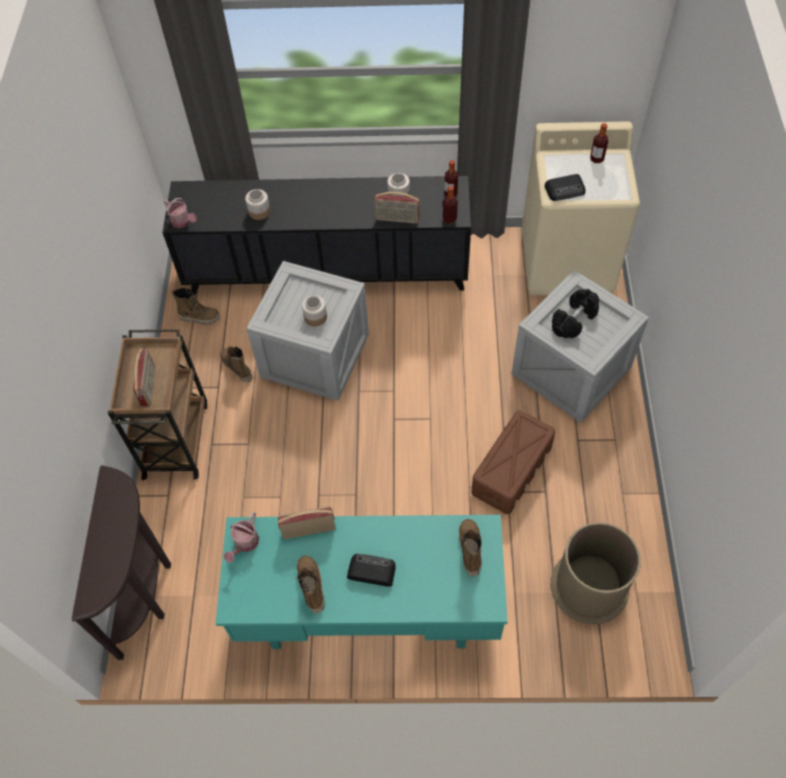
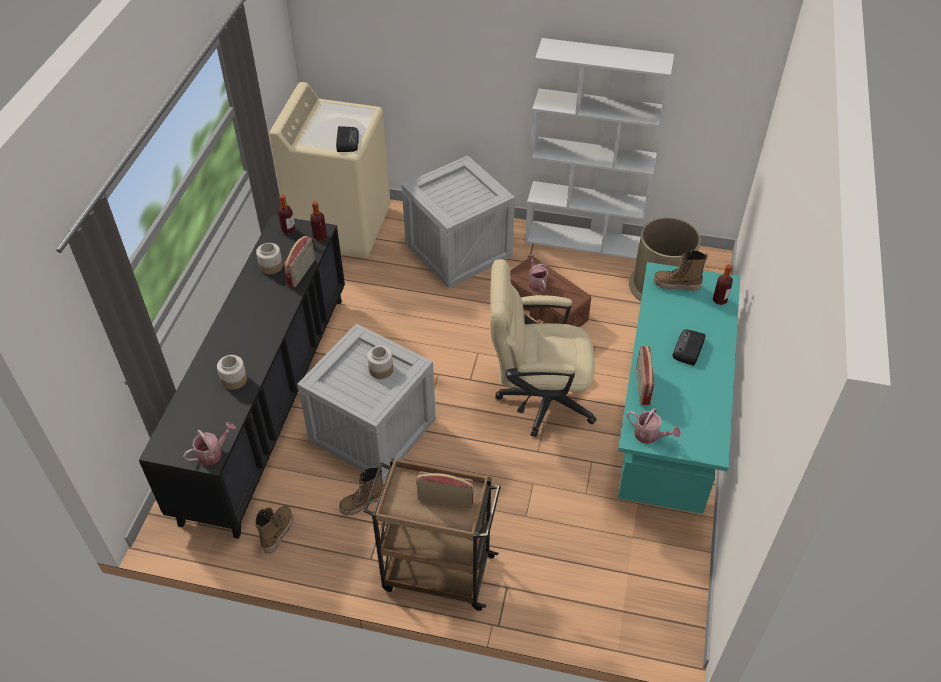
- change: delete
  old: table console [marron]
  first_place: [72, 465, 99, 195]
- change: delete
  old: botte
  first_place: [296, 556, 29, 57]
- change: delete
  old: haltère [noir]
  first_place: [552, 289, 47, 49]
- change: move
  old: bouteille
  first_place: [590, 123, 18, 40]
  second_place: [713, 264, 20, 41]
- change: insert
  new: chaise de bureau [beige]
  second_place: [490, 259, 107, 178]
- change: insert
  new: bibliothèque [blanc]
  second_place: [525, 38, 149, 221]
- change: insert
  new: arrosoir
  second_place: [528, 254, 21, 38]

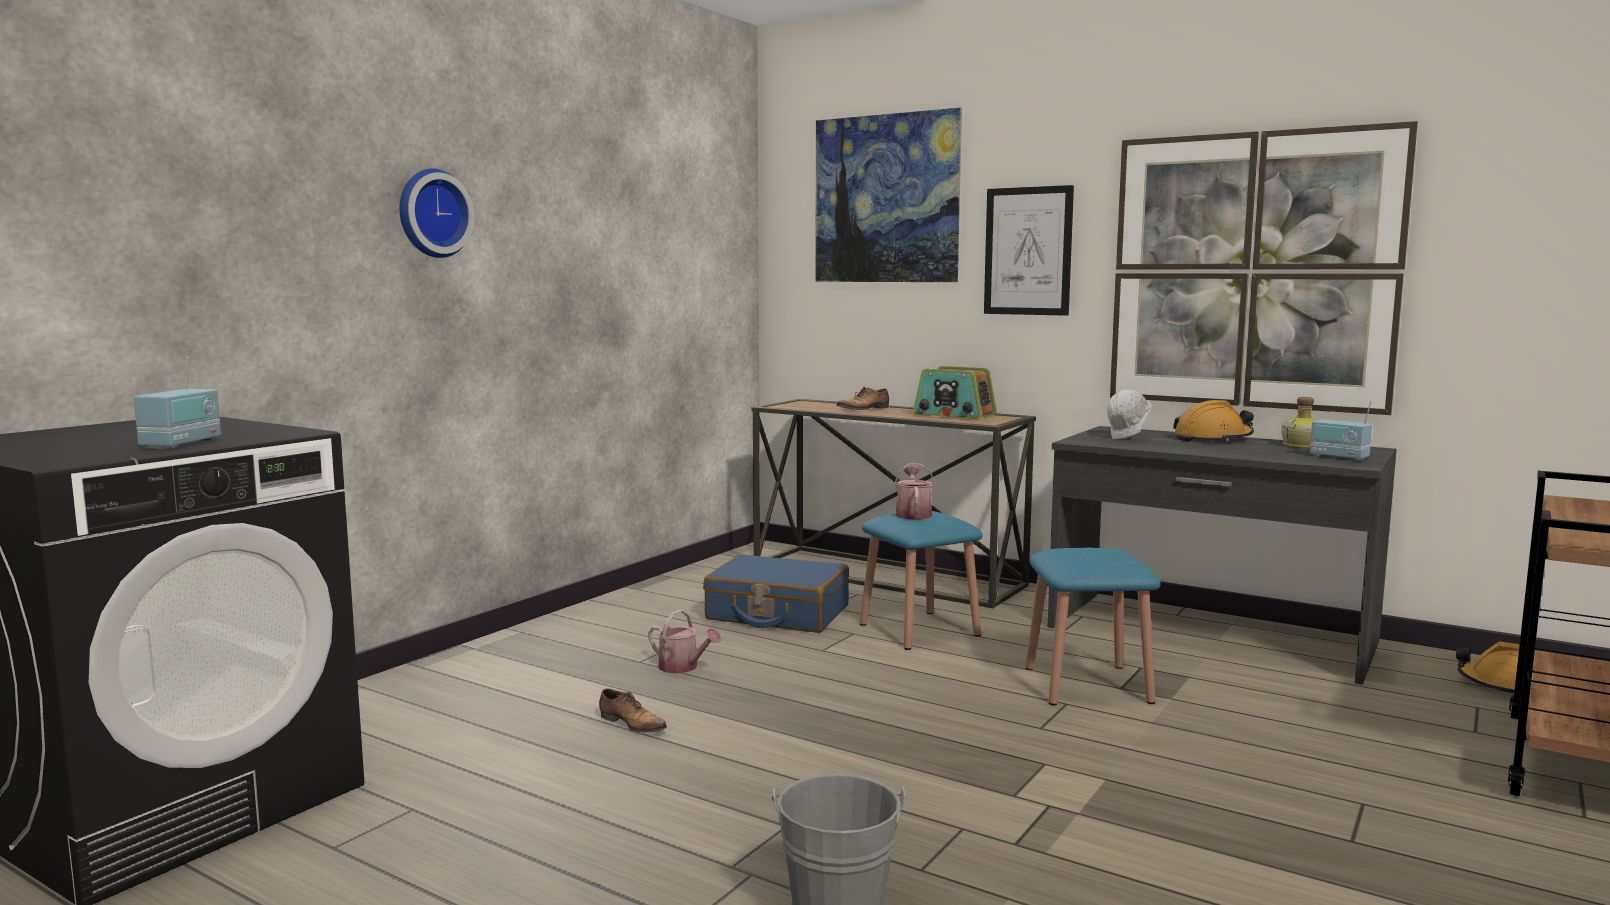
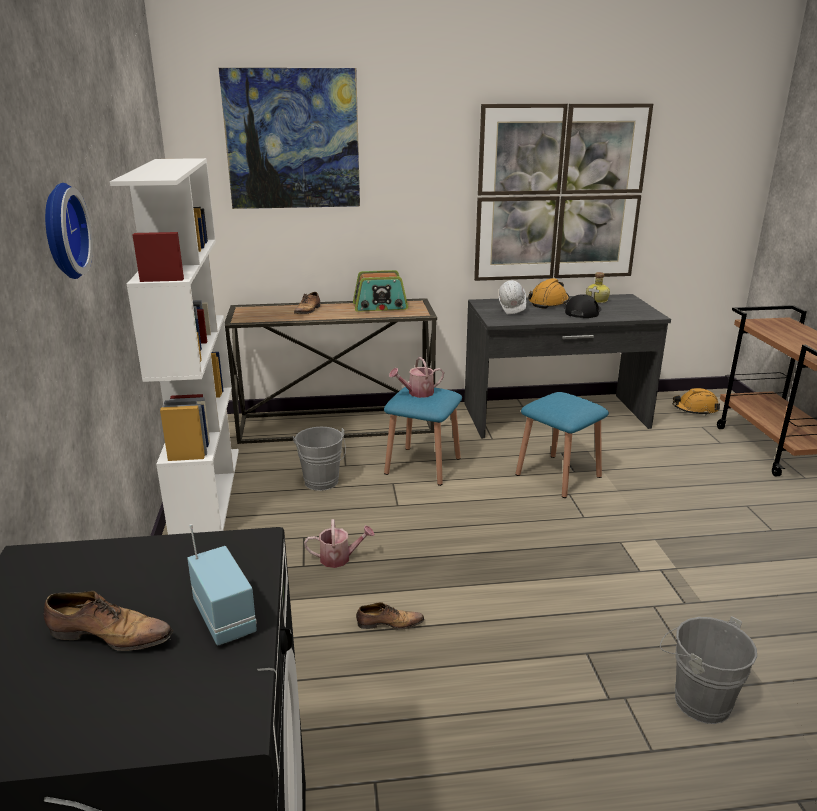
- change: replace
  old: valise [bleu]
  new: seau [gris]
  first_place: [703, 554, 146, 79]
  second_place: [293, 427, 53, 64]
- change: rotate
  old: arrosoir
  first_place: [894, 463, 41, 57]
  second_place: [389, 357, 55, 41]
  degrees: -75
- change: delete
  old: tableau
  first_place: [984, 185, 90, 131]
- change: delete
  old: radio
  first_place: [1310, 401, 62, 60]
- change: insert
  new: chaussure
  second_place: [44, 591, 129, 60]
- change: insert
  new: bibliothèque [blanc]
  second_place: [110, 158, 129, 377]
- change: insert
  new: casquette [noir]
  second_place: [565, 294, 37, 24]

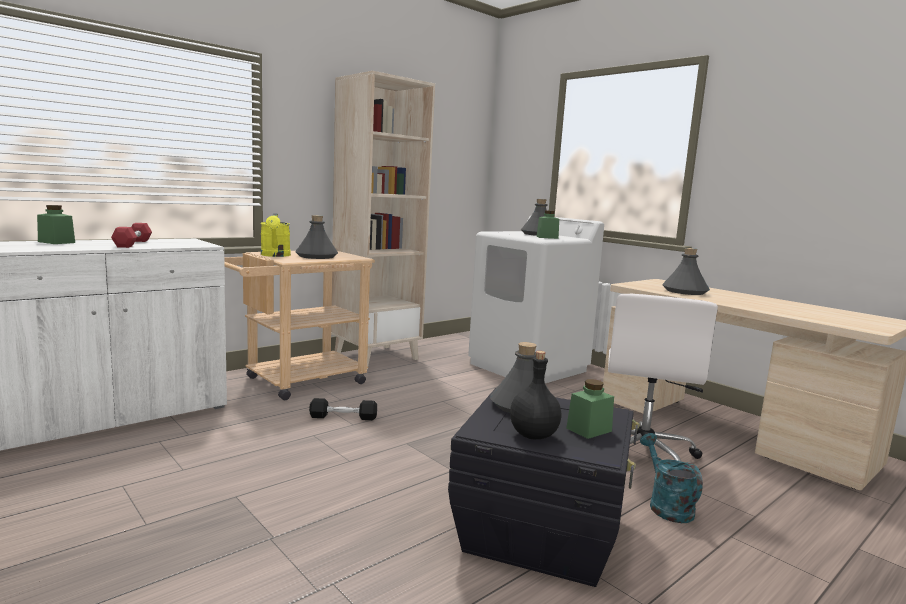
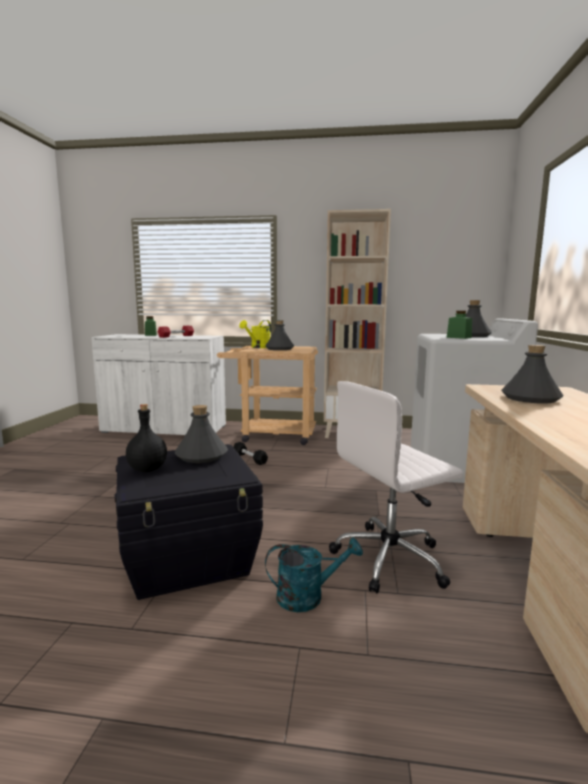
- change: delete
  old: bocal [vert]
  first_place: [566, 379, 48, 60]
- change: rotate
  old: arrosoir [turquoise]
  first_place: [640, 433, 63, 90]
  second_place: [265, 538, 98, 74]
  degrees: 45

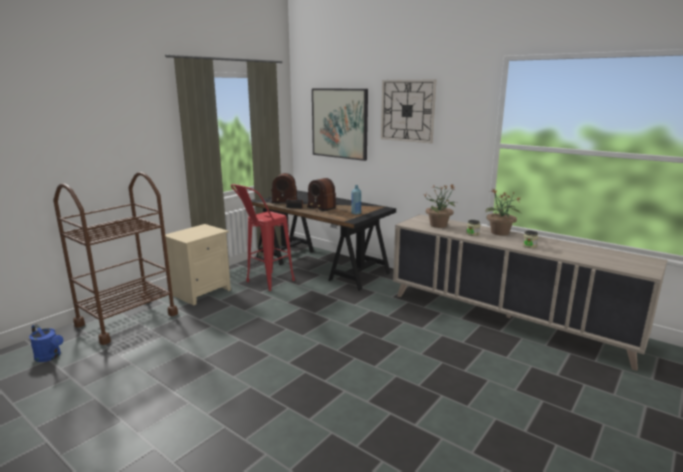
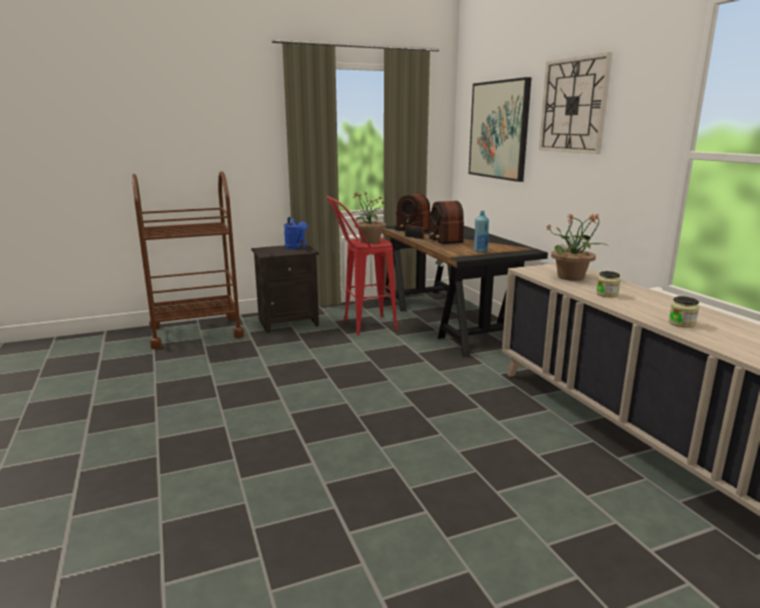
- change: move
  old: arrosoir [bleu]
  first_place: [29, 324, 34, 38]
  second_place: [284, 217, 24, 32]
- change: recolor
  old: table de chevet [beige]
  new: table de chevet [noir]
  first_place: [165, 224, 66, 82]
  second_place: [251, 244, 68, 89]
- change: move
  old: plante en pot
  first_place: [485, 188, 37, 48]
  second_place: [351, 192, 35, 52]

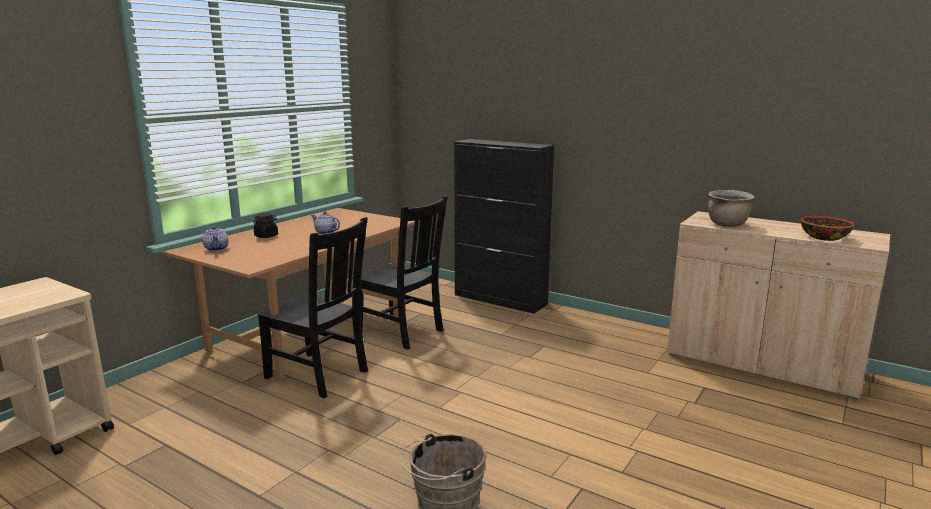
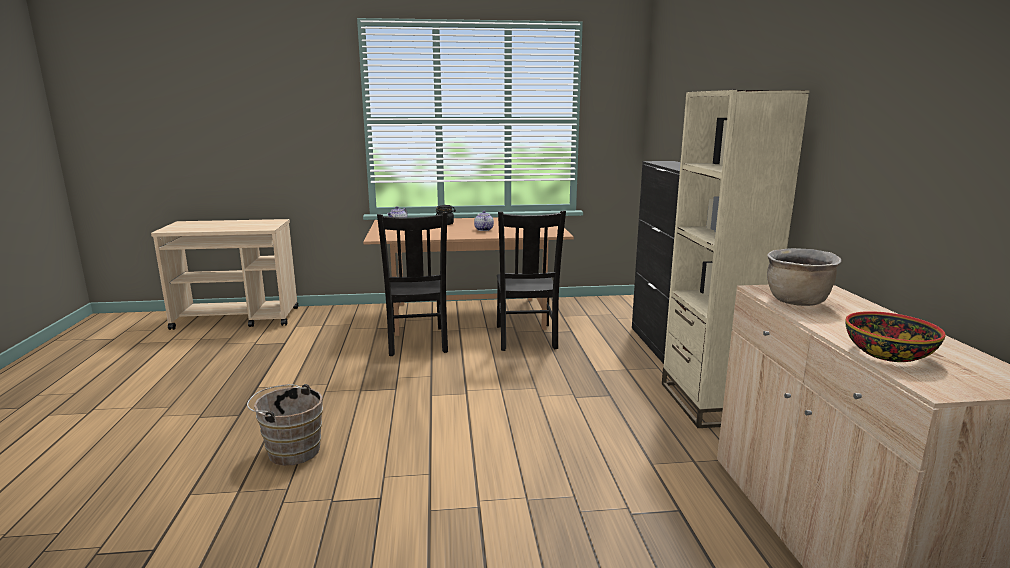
- change: insert
  new: bibliothèque [beige]
  second_place: [662, 90, 148, 338]

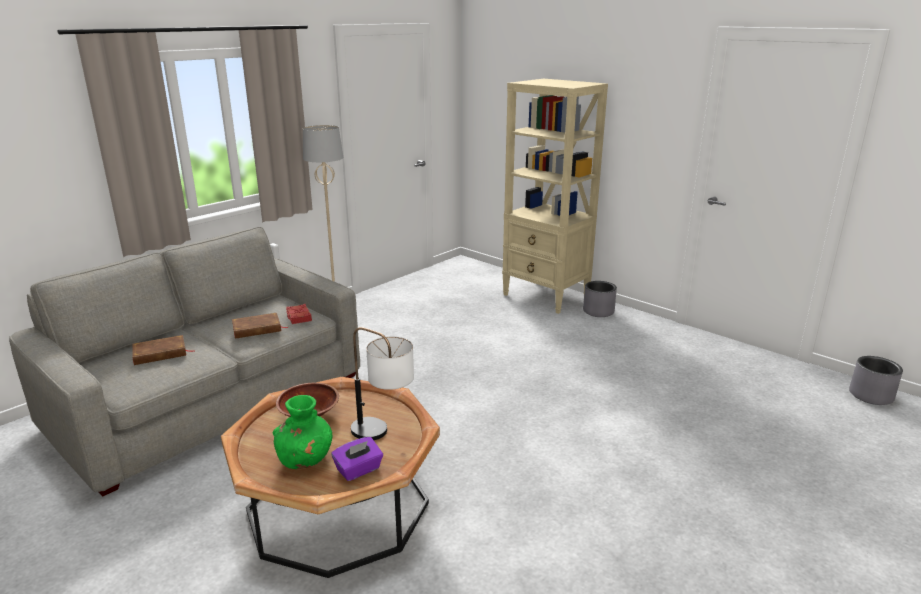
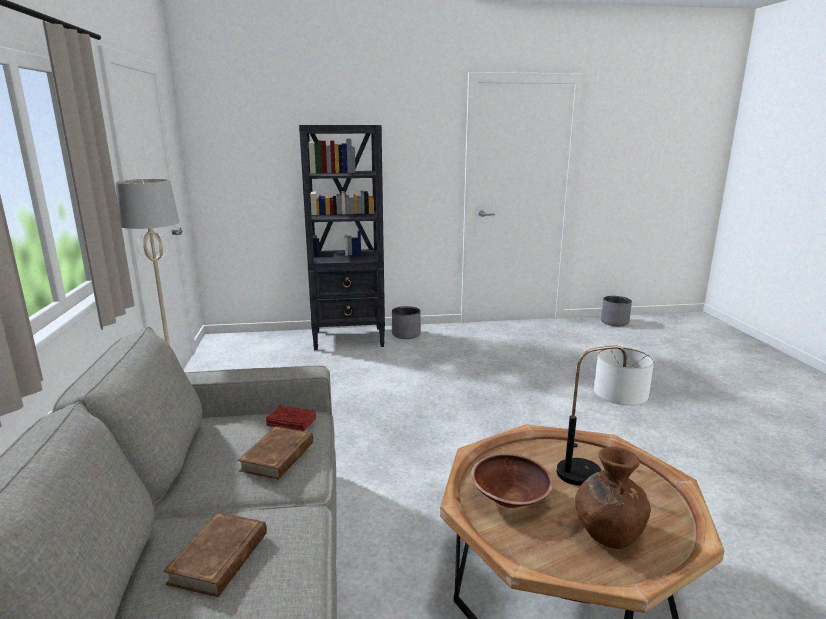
- change: recolor
  old: vase [vert]
  new: vase [marron]
  first_place: [273, 395, 60, 74]
  second_place: [575, 447, 76, 102]
- change: delete
  old: boîte à mouchoirs [violet]
  first_place: [331, 437, 52, 44]
- change: recolor
  old: bibliothèque [beige]
  new: bibliothèque [noir]
  first_place: [502, 79, 106, 235]
  second_place: [299, 125, 86, 225]

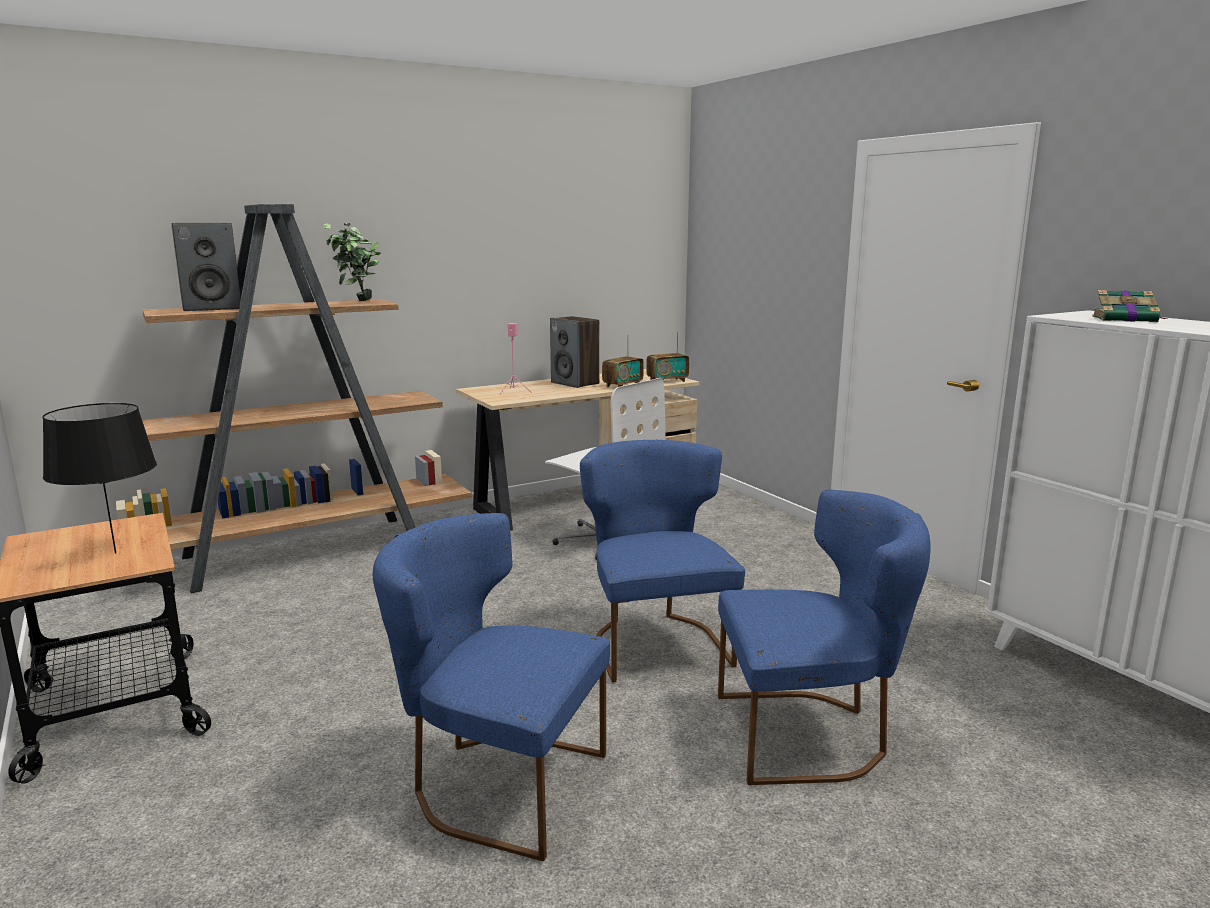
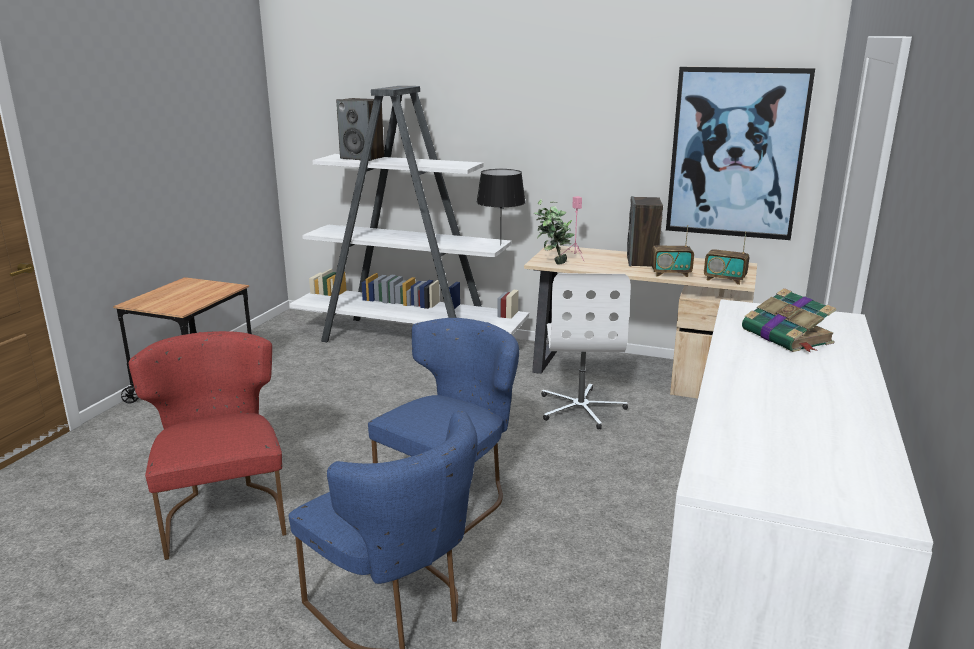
- change: move
  old: lampe de table [noir]
  first_place: [42, 403, 115, 151]
  second_place: [476, 169, 50, 77]
- change: recolor
  old: bibliothèque [marron]
  new: bibliothèque [blanc]
  first_place: [116, 204, 356, 389]
  second_place: [289, 86, 240, 256]
- change: move
  old: plante en pot
  first_place: [323, 223, 58, 78]
  second_place: [534, 199, 41, 66]
- change: recolor
  old: chaise [bleu]
  new: chaise [rouge]
  first_place: [373, 513, 237, 348]
  second_place: [129, 331, 158, 229]
- change: insert
  new: tableau
  second_place: [666, 67, 149, 173]

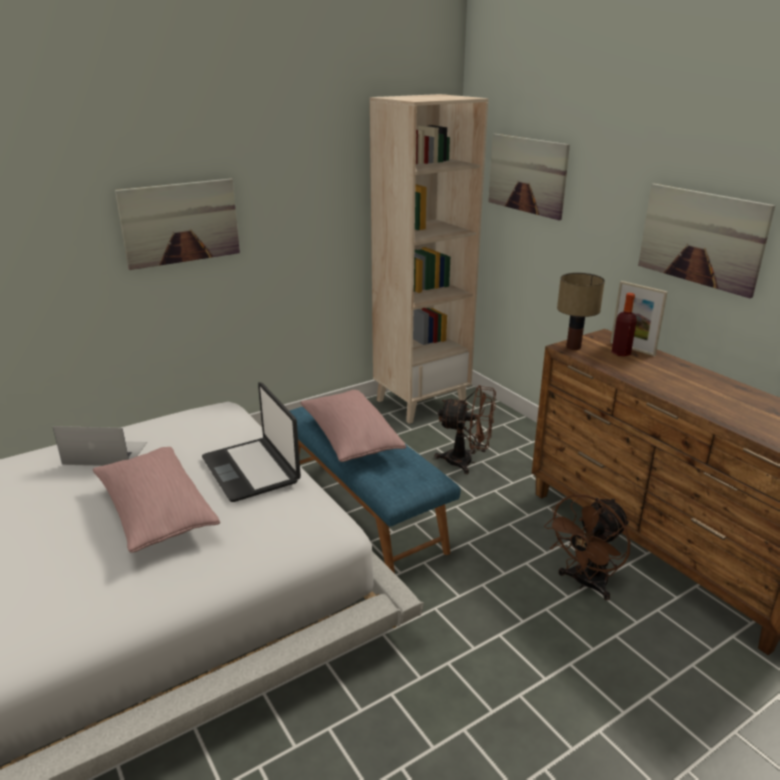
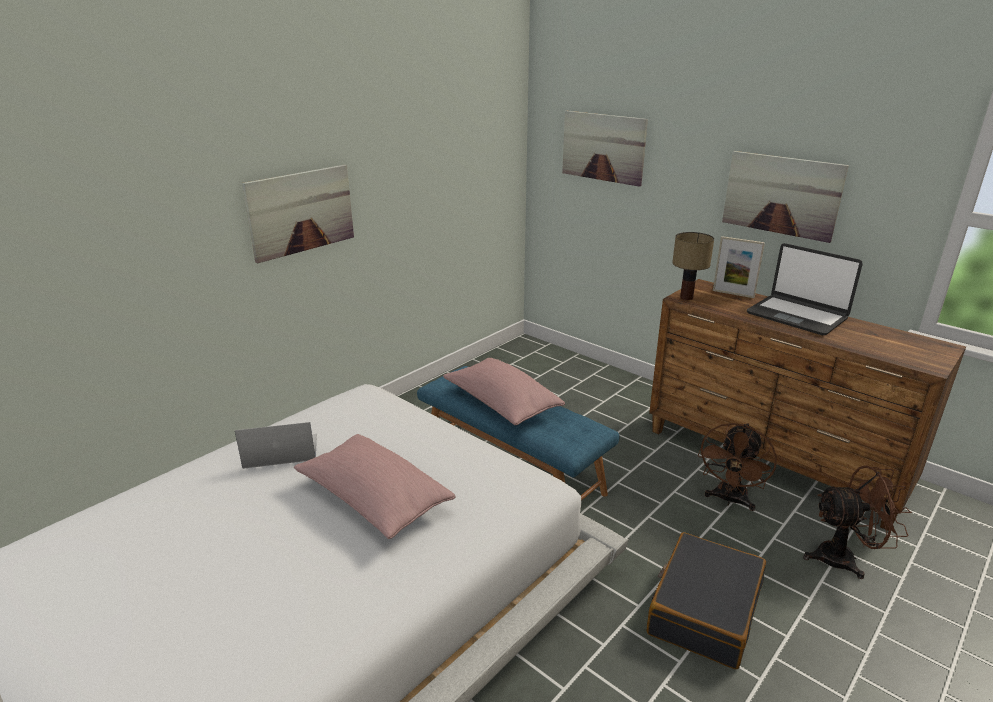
- change: move
  old: ordinateur portable
  first_place: [202, 382, 99, 120]
  second_place: [747, 243, 116, 92]
- change: delete
  old: bibliothèque [beige]
  first_place: [370, 94, 118, 330]
- change: move
  old: ventilateur [marron]
  first_place: [435, 385, 61, 89]
  second_place: [803, 465, 109, 114]
- change: delete
  old: bouteille
  first_place: [612, 293, 25, 63]
- change: insert
  new: valise [noir]
  second_place: [647, 532, 119, 137]

